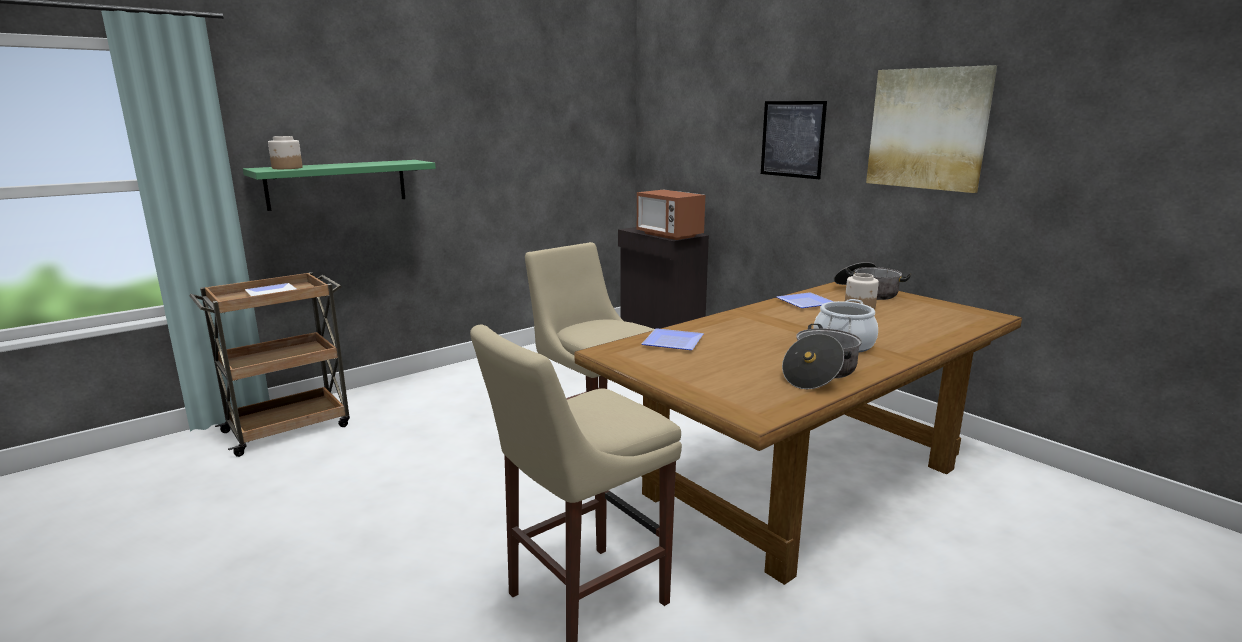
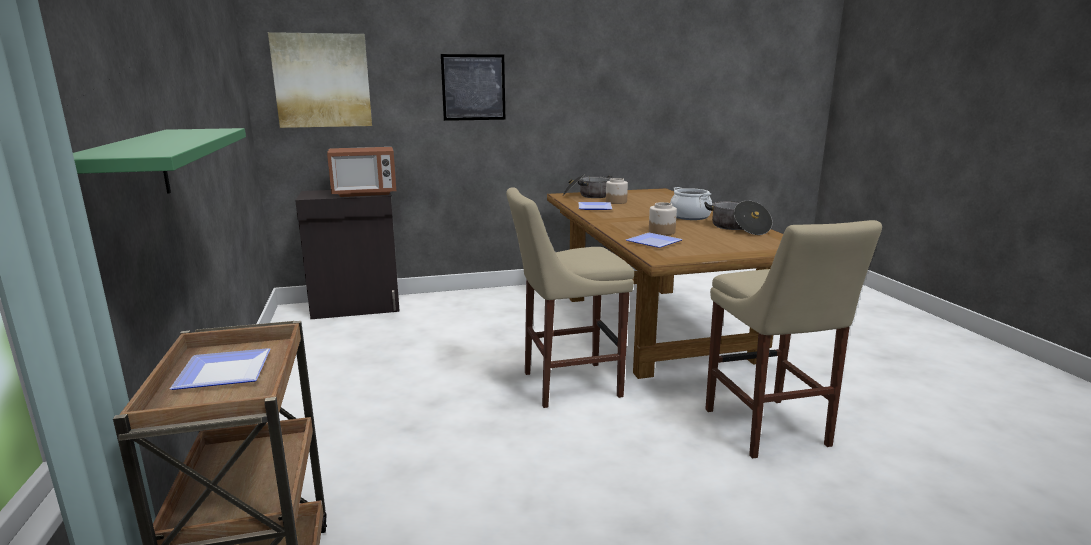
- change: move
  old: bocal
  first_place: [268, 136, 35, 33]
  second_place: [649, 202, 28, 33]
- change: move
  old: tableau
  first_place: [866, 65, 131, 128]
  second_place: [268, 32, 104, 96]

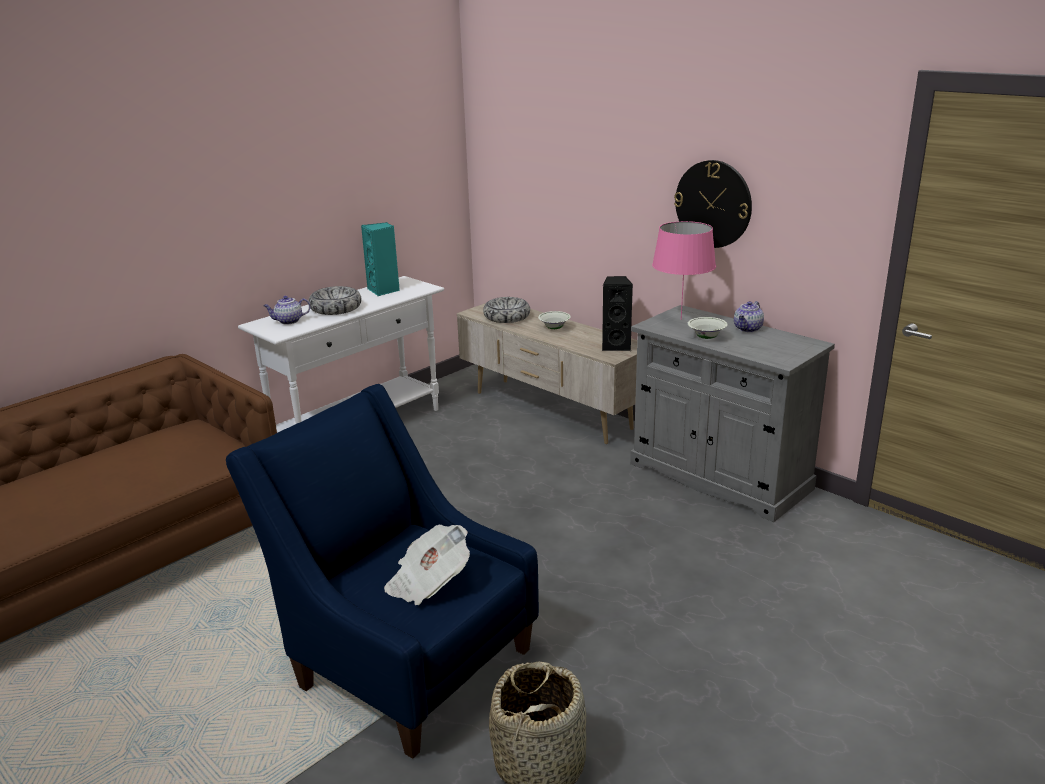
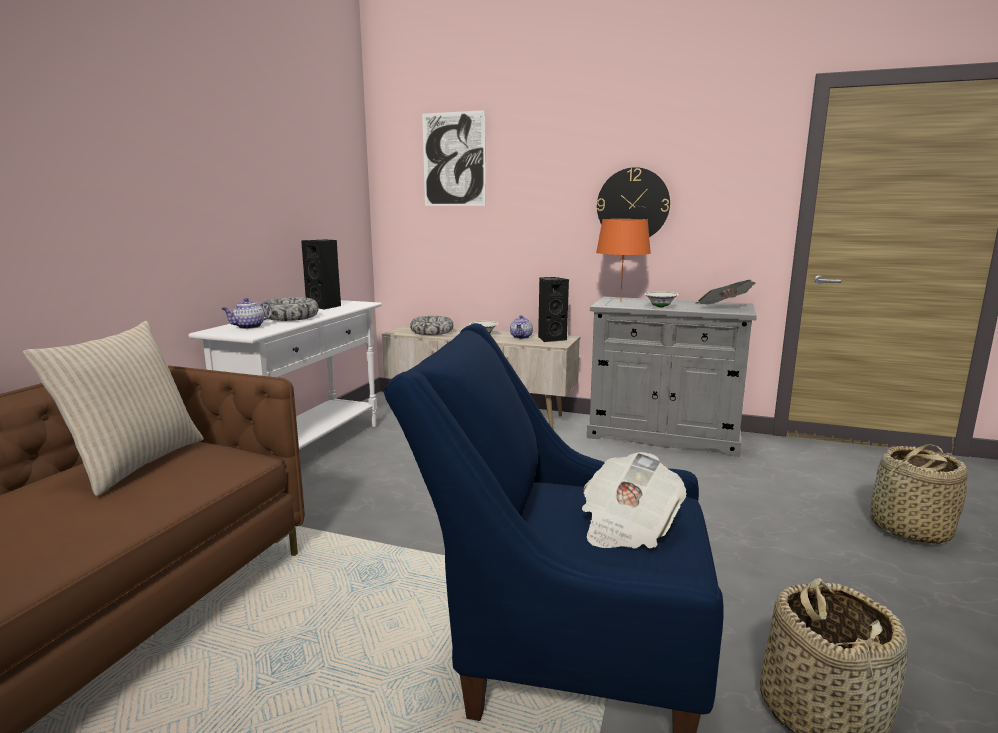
- change: recolor
  old: enceinte [turquoise]
  new: enceinte [noir]
  first_place: [361, 222, 39, 74]
  second_place: [301, 239, 40, 71]
- change: recolor
  old: lampe de table [rose]
  new: lampe de table [orange]
  first_place: [652, 221, 64, 99]
  second_place: [596, 219, 55, 83]
- change: move
  old: théière
  first_place: [734, 301, 30, 31]
  second_place: [510, 315, 23, 24]
- change: insert
  new: coussin [beige]
  second_place: [23, 321, 181, 175]
- change: insert
  new: tableau
  second_place: [422, 110, 63, 96]
- change: insert
  new: journal
  second_place: [696, 280, 60, 24]
- change: insert
  new: panier
  second_place: [870, 444, 97, 101]

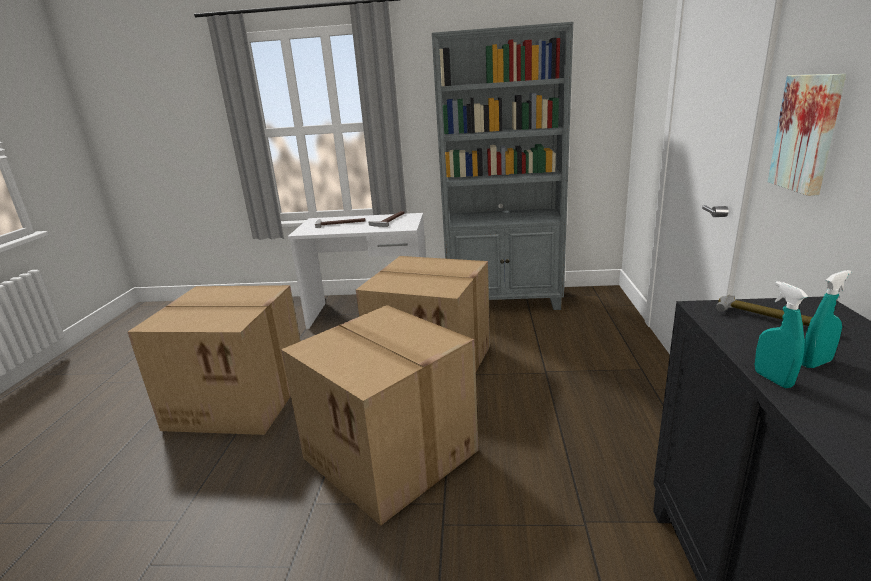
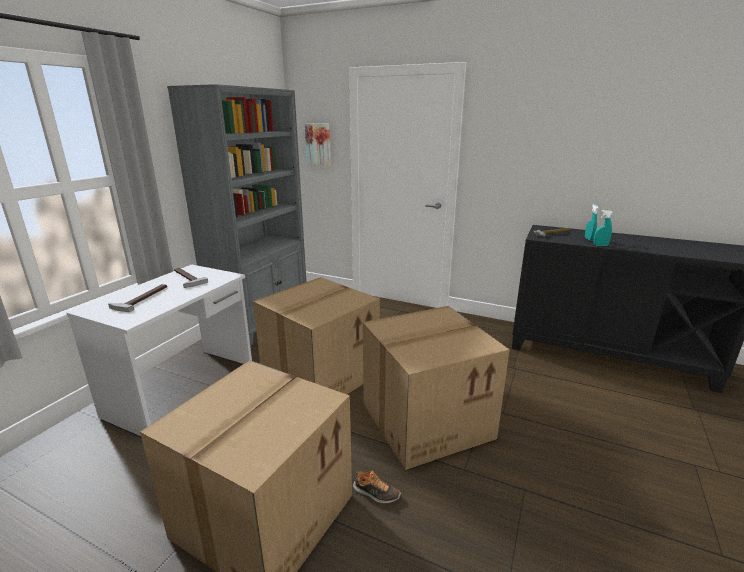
- change: move
  old: tableau
  first_place: [768, 74, 78, 122]
  second_place: [305, 123, 26, 43]
- change: insert
  new: chaussure
  second_place: [353, 470, 48, 33]

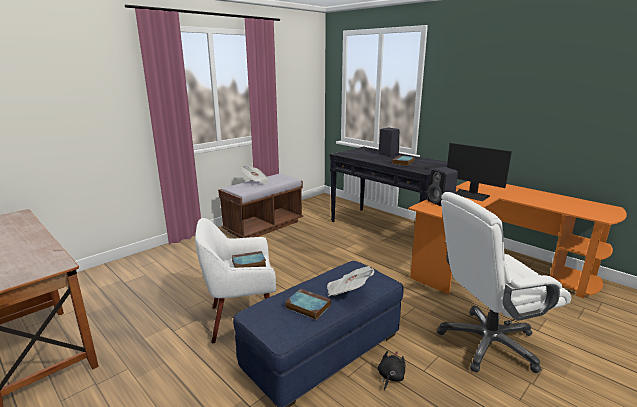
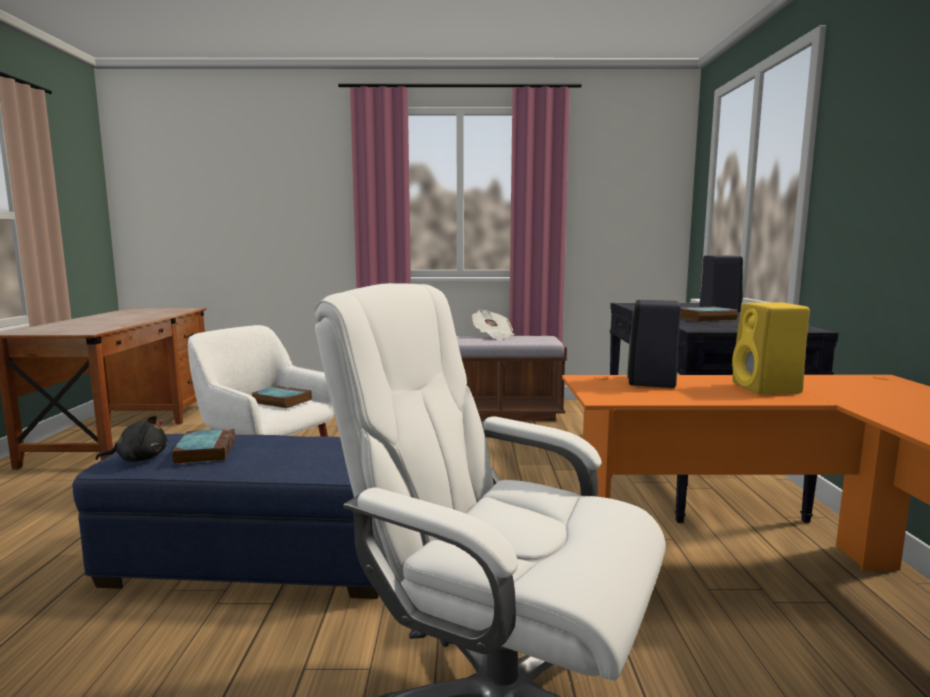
- change: delete
  old: journal
  first_place: [327, 266, 47, 31]
- change: move
  old: peluche [noir]
  first_place: [378, 351, 27, 40]
  second_place: [96, 415, 71, 47]
- change: replace
  old: écran d'ordinateur
  new: enceinte [jaune]
  first_place: [447, 143, 65, 58]
  second_place: [732, 302, 78, 92]

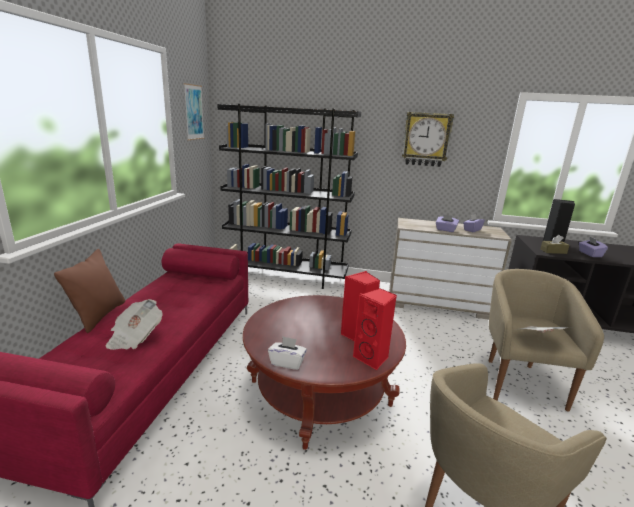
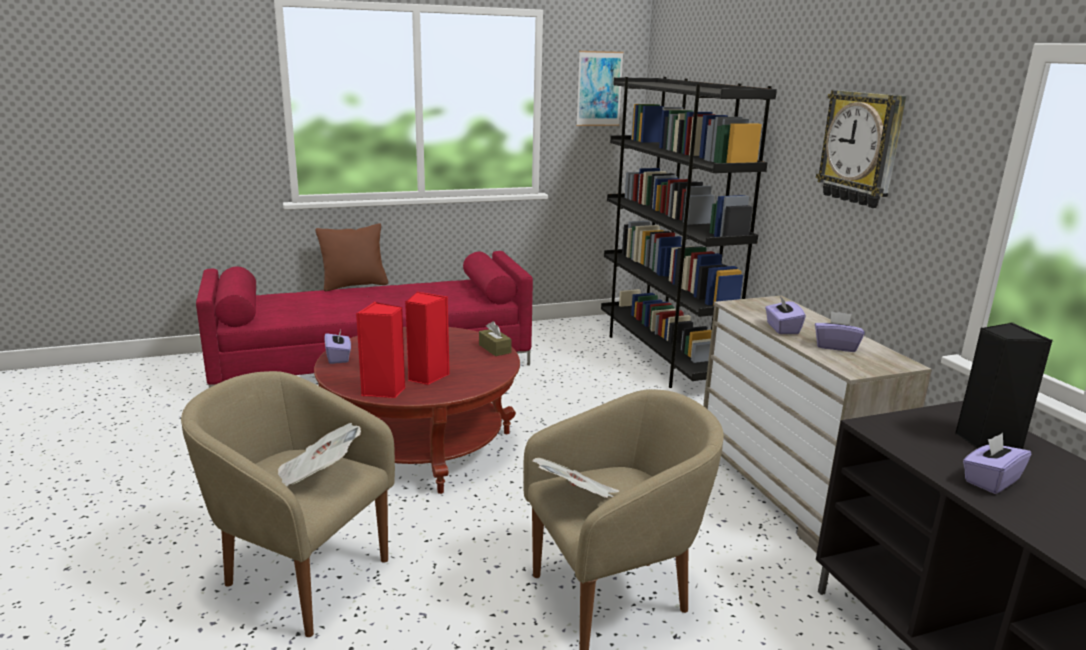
- change: move
  old: journal
  first_place: [106, 299, 57, 51]
  second_place: [278, 423, 83, 64]
- change: recolor
  old: boîte à mouchoirs [blanc]
  new: boîte à mouchoirs [violet]
  first_place: [268, 336, 39, 34]
  second_place: [325, 330, 26, 34]
- change: move
  old: boîte à mouchoirs [marron]
  first_place: [540, 235, 29, 19]
  second_place: [479, 321, 33, 35]

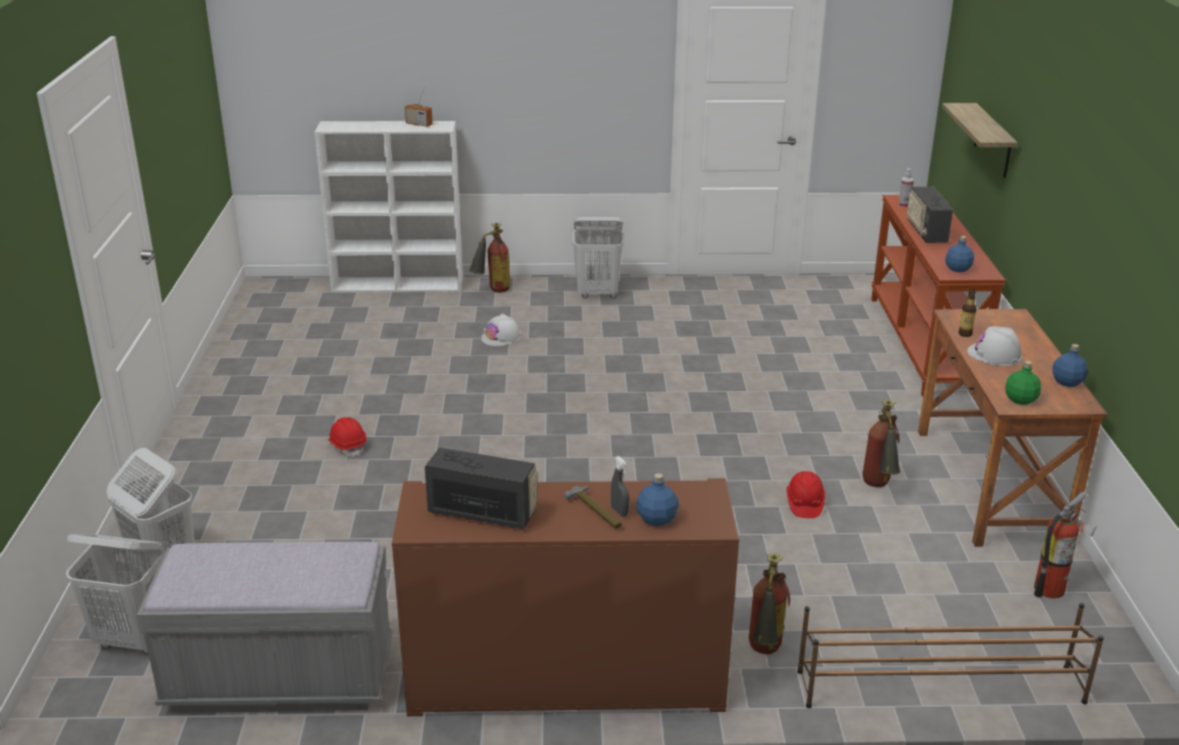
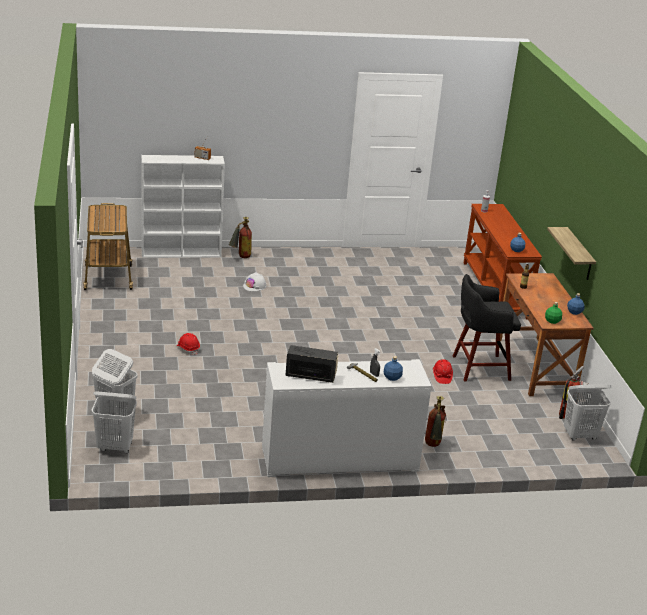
- change: delete
  old: banc [gris]
  first_place: [137, 542, 255, 171]
- change: recolor
  old: meuble de rangement [marron]
  new: meuble de rangement [blanc]
  first_place: [392, 478, 347, 238]
  second_place: [262, 359, 170, 118]
- change: move
  old: panier à linge [blanc]
  first_place: [573, 217, 50, 82]
  second_place: [564, 385, 47, 56]
- change: delete
  old: étagère à chaussures [marron]
  first_place: [797, 603, 307, 105]
- change: replace
  old: extincteur
  new: tabouret [noir]
  first_place: [862, 400, 38, 87]
  second_place: [453, 274, 68, 107]
- change: delete
  old: radio
  first_place: [907, 187, 46, 56]
- change: move
  old: étagère
  first_place: [942, 103, 76, 75]
  second_place: [547, 227, 49, 53]
- change: delete
  old: casque de chantier [blanc]
  first_place: [967, 326, 56, 40]
- change: insert
  new: chariot
  second_place: [83, 203, 50, 87]

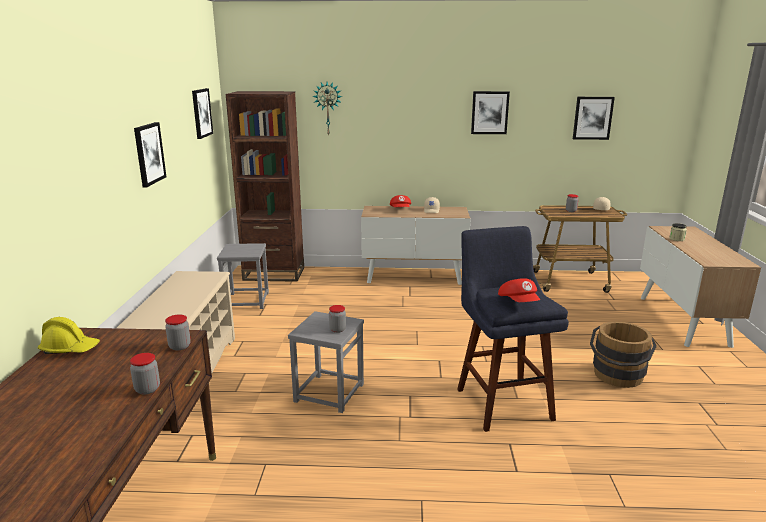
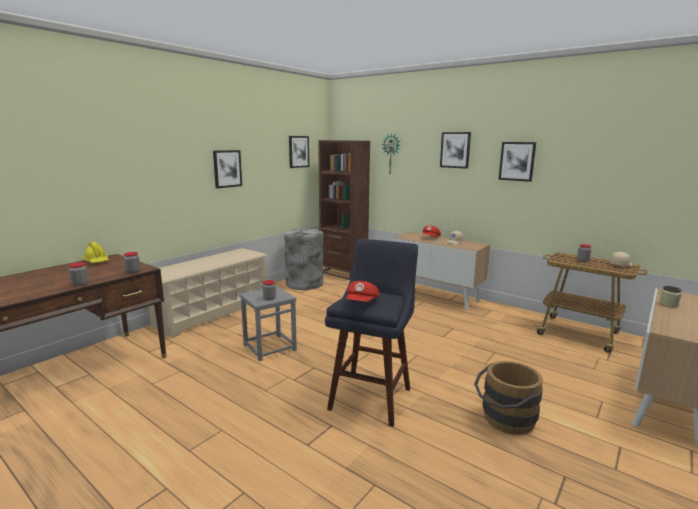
- change: replace
  old: tabouret [gris]
  new: poubelle [gris]
  first_place: [217, 243, 52, 66]
  second_place: [284, 228, 39, 62]
- change: move
  old: tableau
  first_place: [573, 97, 42, 43]
  second_place: [440, 132, 31, 37]

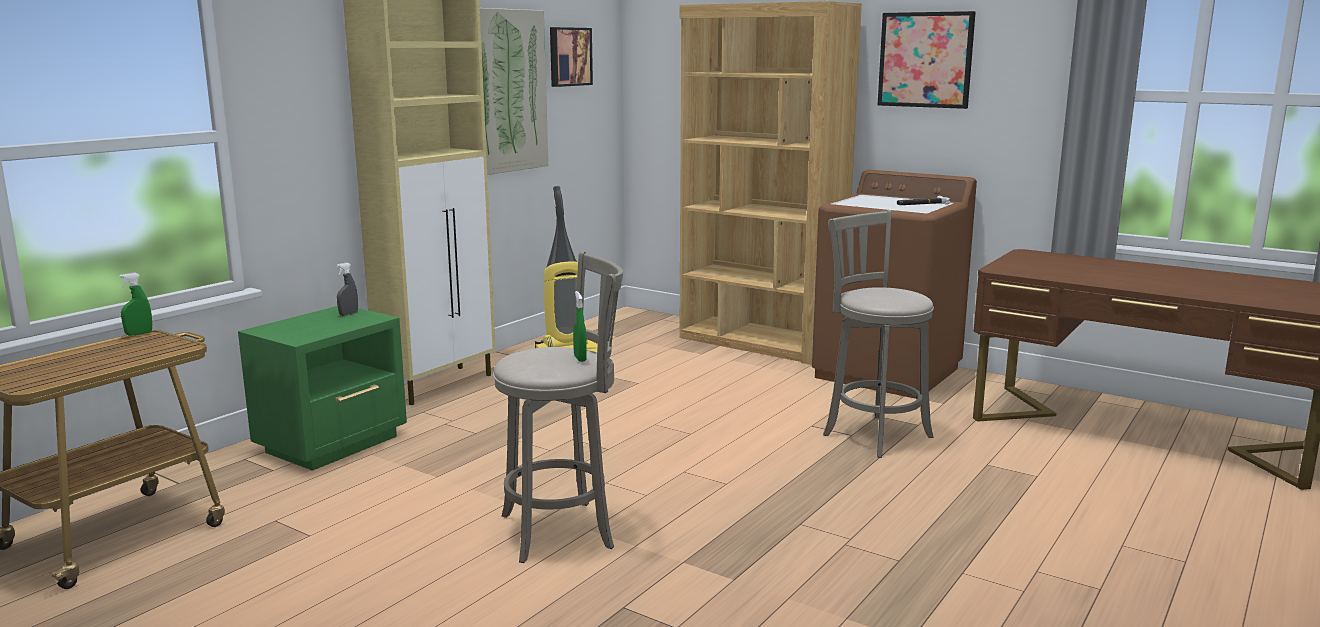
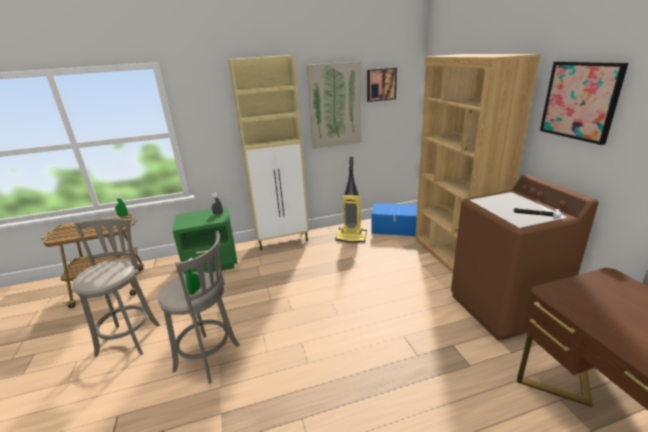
- change: move
  old: tabouret [gris]
  first_place: [823, 210, 111, 248]
  second_place: [73, 218, 87, 139]
- change: insert
  new: boîte de rangement [bleu]
  second_place: [371, 203, 46, 33]

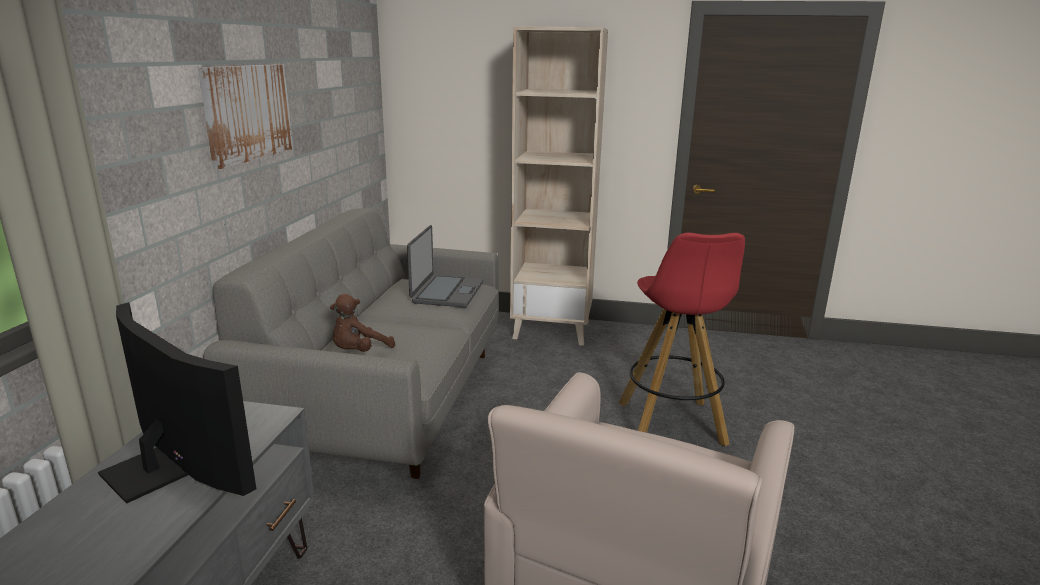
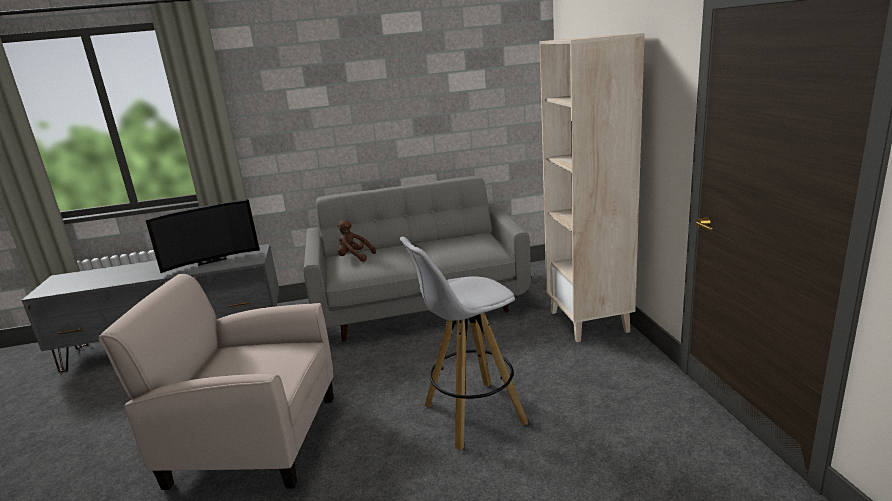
- change: rotate
  old: téléviseur
  first_place: [98, 302, 158, 202]
  second_place: [145, 199, 115, 74]
  degrees: 45
- change: delete
  old: tableau
  first_place: [198, 64, 95, 105]
- change: delete
  old: ordinateur portable
  first_place: [407, 225, 76, 82]
- change: recolor
  old: tabouret [rouge]
  new: tabouret [blanc]
  first_place: [619, 233, 126, 213]
  second_place: [400, 237, 128, 213]

